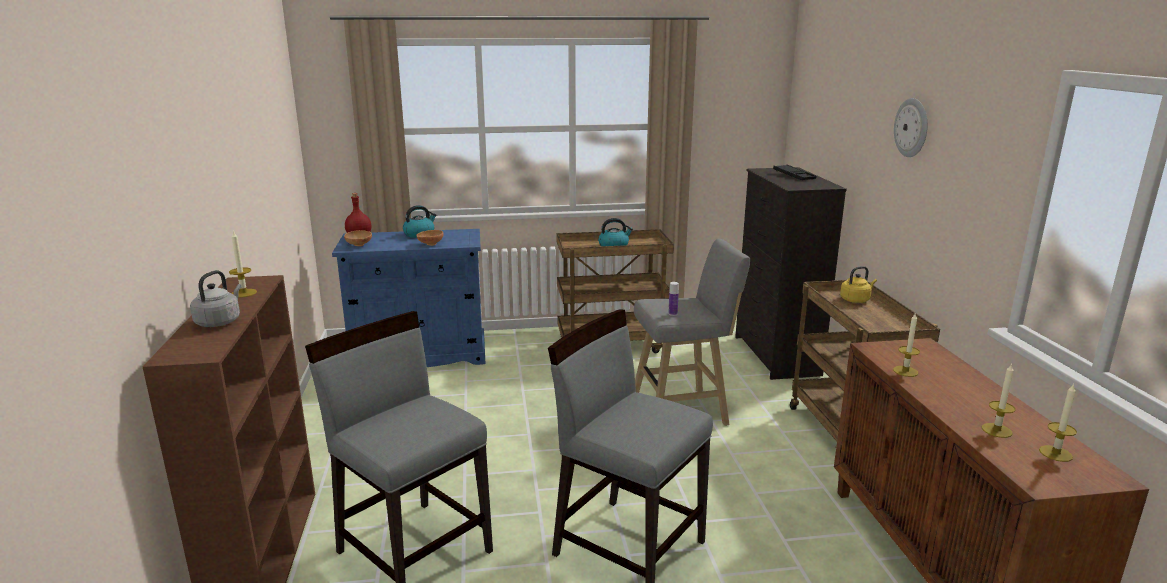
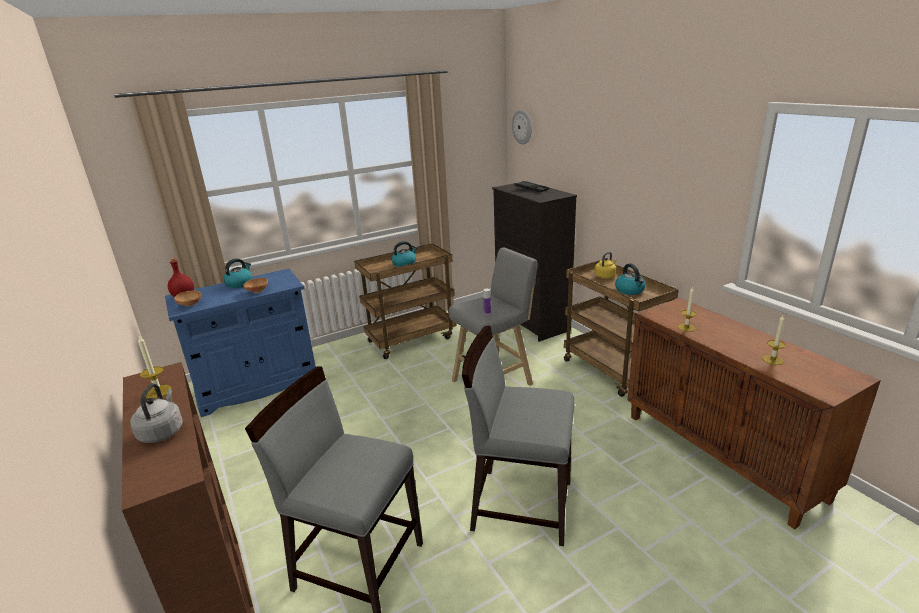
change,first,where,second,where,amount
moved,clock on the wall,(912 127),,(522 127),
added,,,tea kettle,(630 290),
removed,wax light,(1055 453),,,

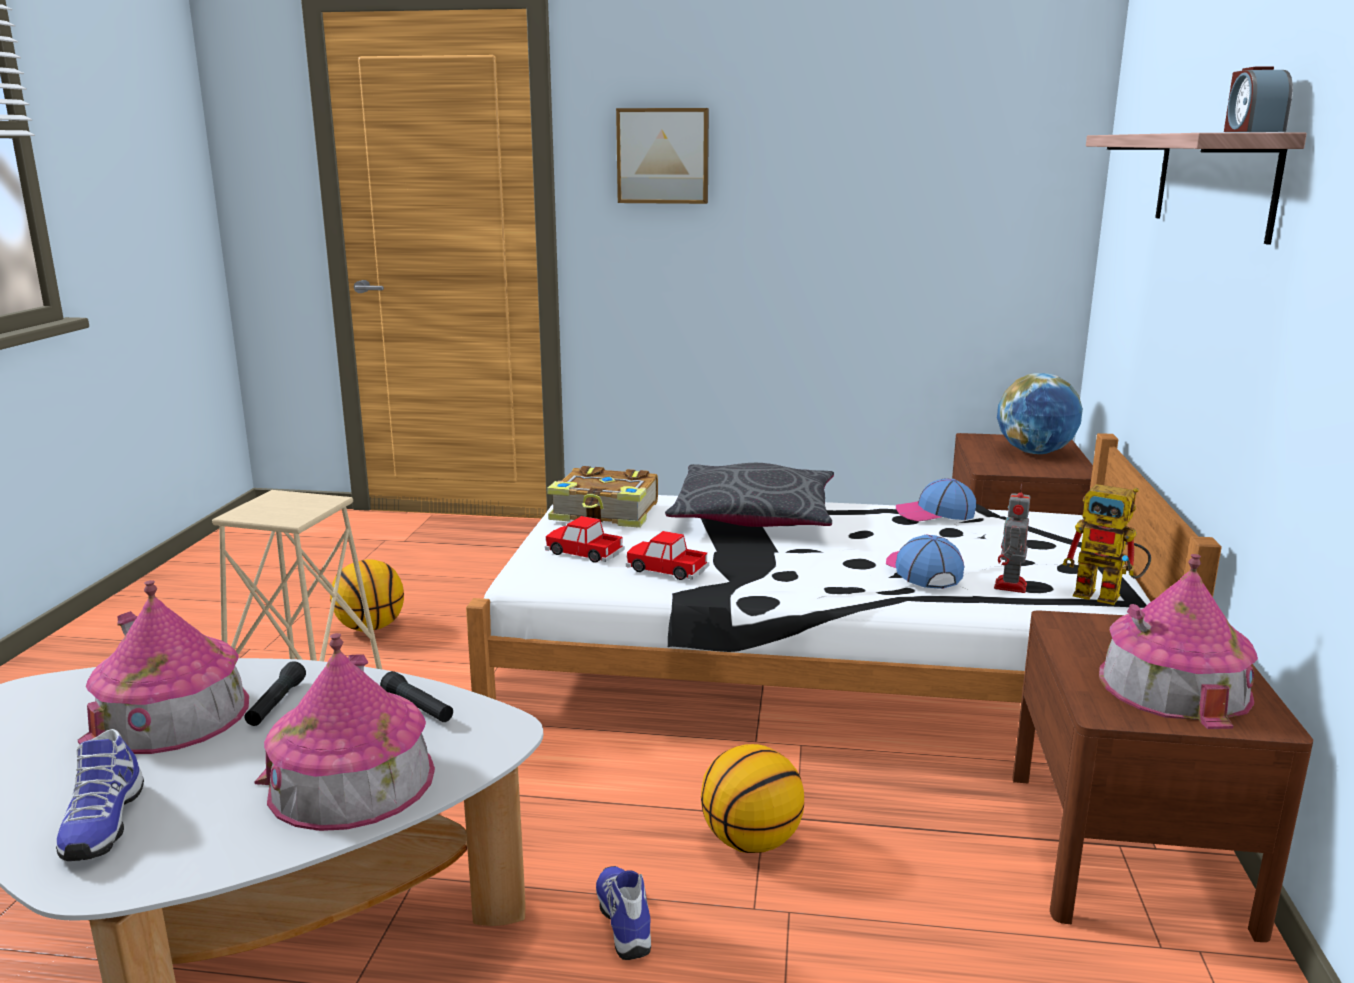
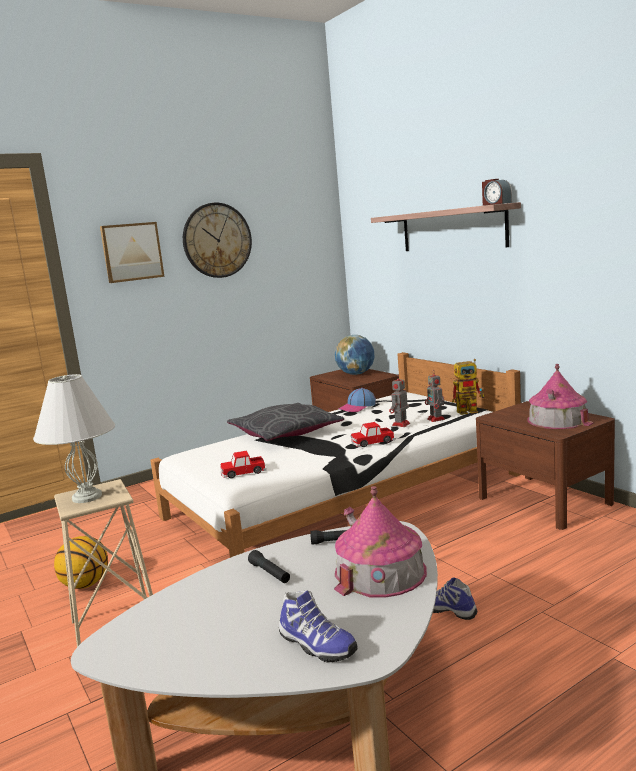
change,first,where,second,where,amount
added,,,tabletop lamp/white,(87 496),
added,,,clock on the wall,(217 240),
moved,miniature car,(666 569),,(372 442),
replaced,baseball cap,(922 571),robot figure,(400 424),
removed,miniature house,(171 714),,,
removed,bound book,(606 513),,,
removed,basketball,(750 841),,,

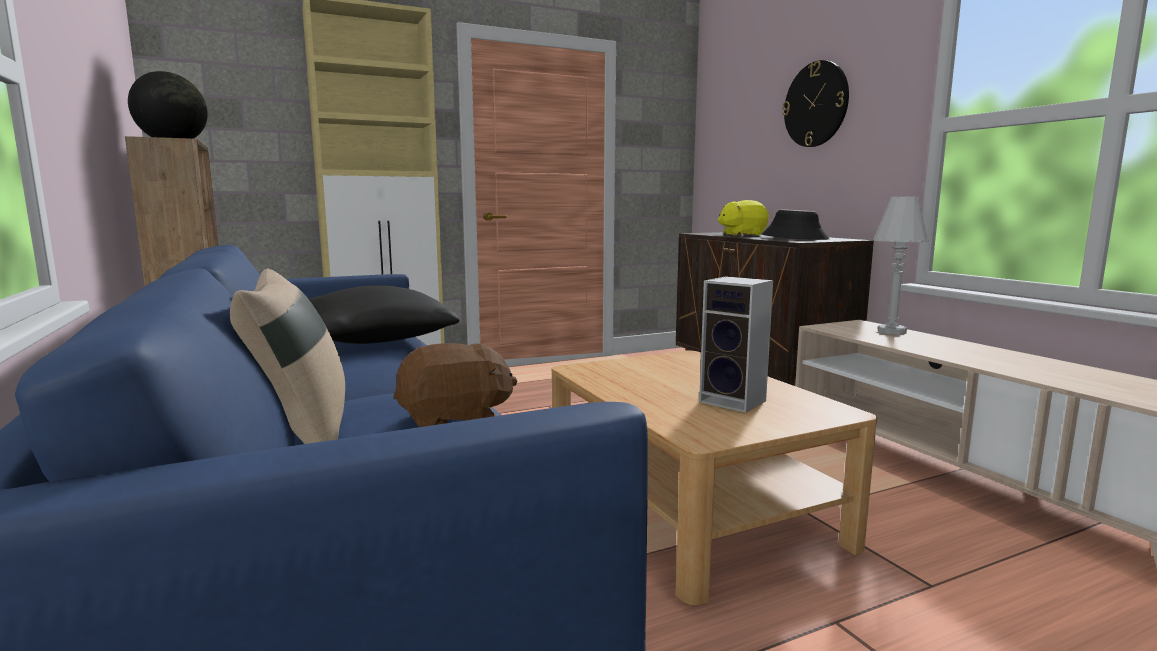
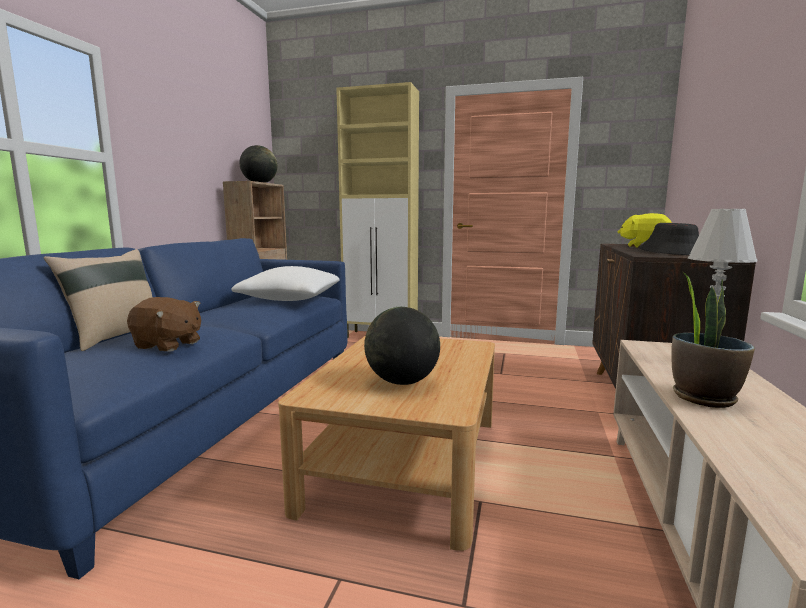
change,first,where,second,where,amount
recoloured,pillow/black,(375 339),pillow/white,(290 299),
replaced,speaker,(735 401),globe,(402 382),
added,,,potted plant,(703 397),
removed,clock on the wall,(816 104),,,

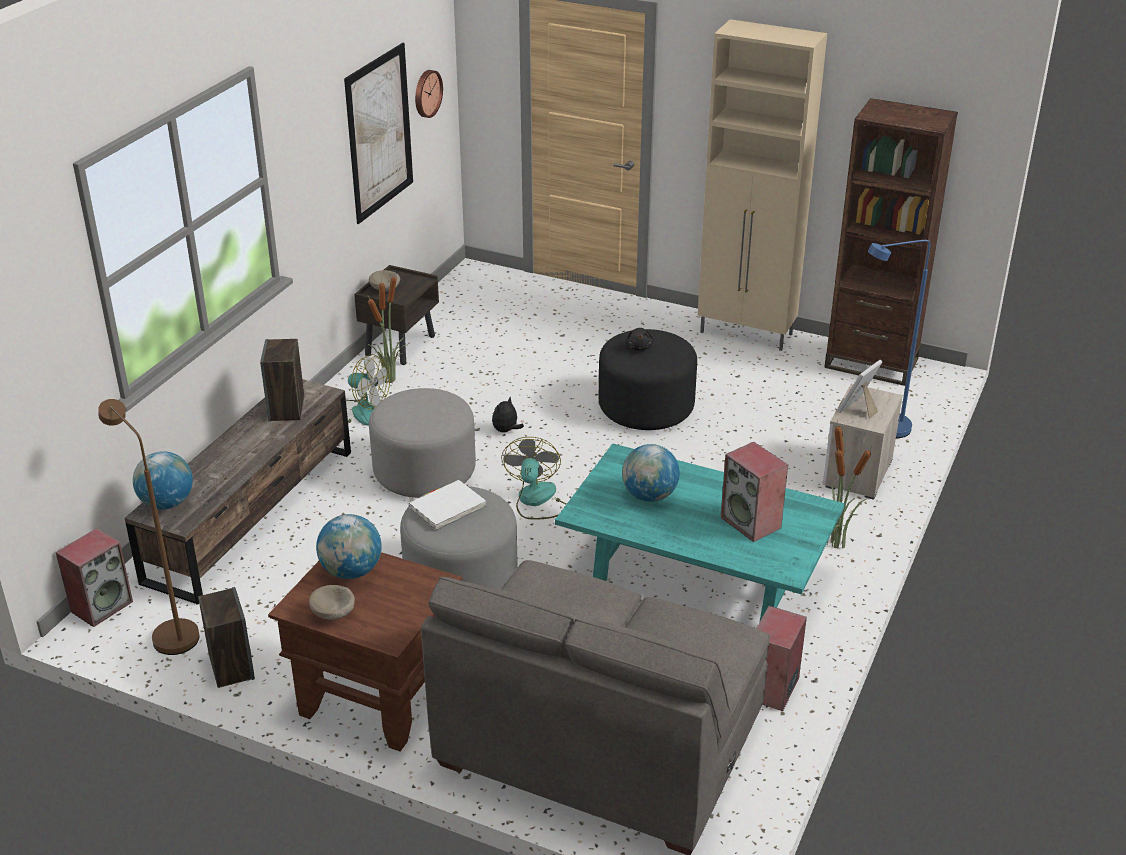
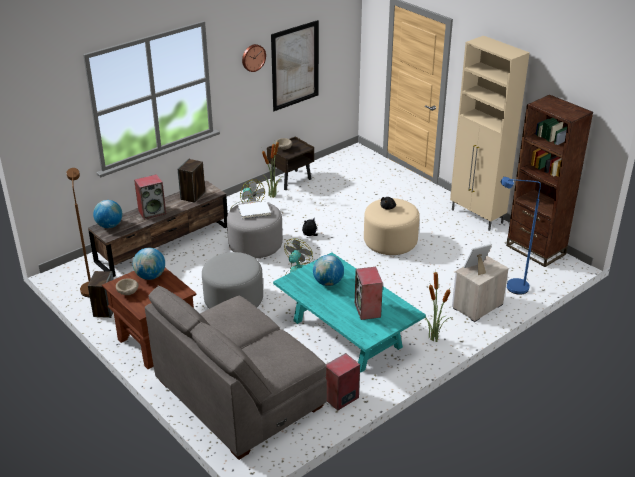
change,first,where,second,where,amount
moved,speaker,(102 606),,(152 212),
moved,bound book/white,(447 508),,(254 211),
moved,clock on the wall,(426 93),,(253 57),
recoloured,footrest/black,(646 407),footrest/beige-coloured,(390 242),

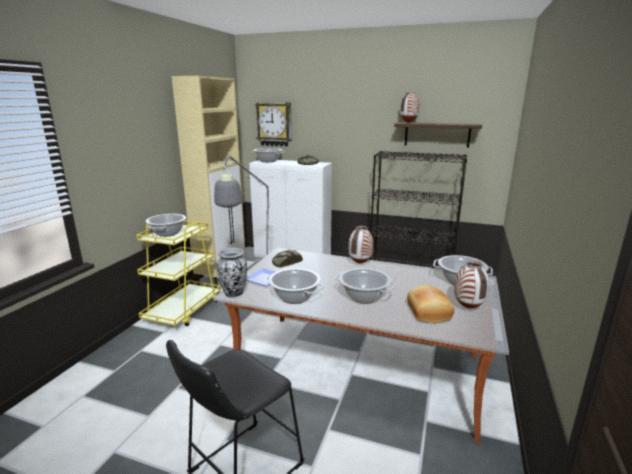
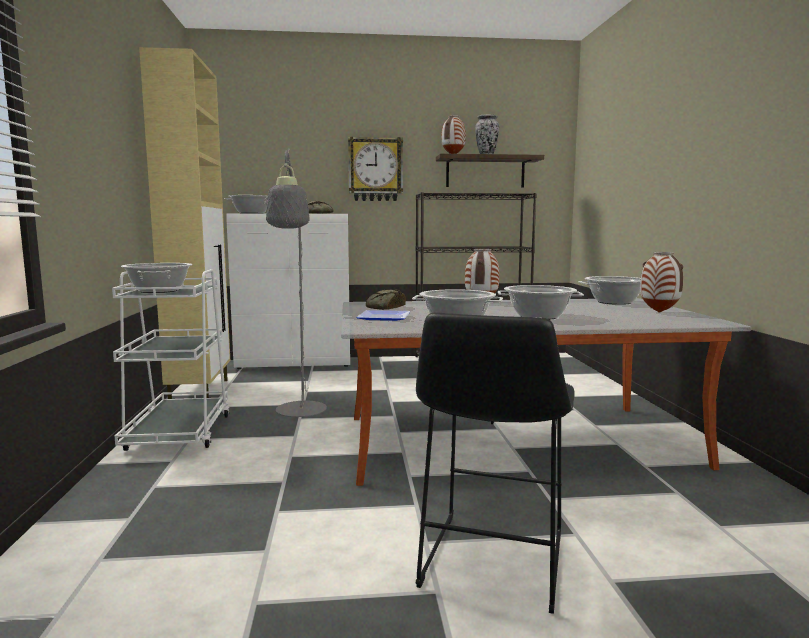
change,first,where,second,where,amount
recoloured,wheeled cart/yellow-coloured,(184 310),wheeled cart/white,(179 433),
moved,clock on the wall,(274 124),,(375 169),
moved,vase,(234 293),,(486 155),
removed,baked bread,(427 312),,,

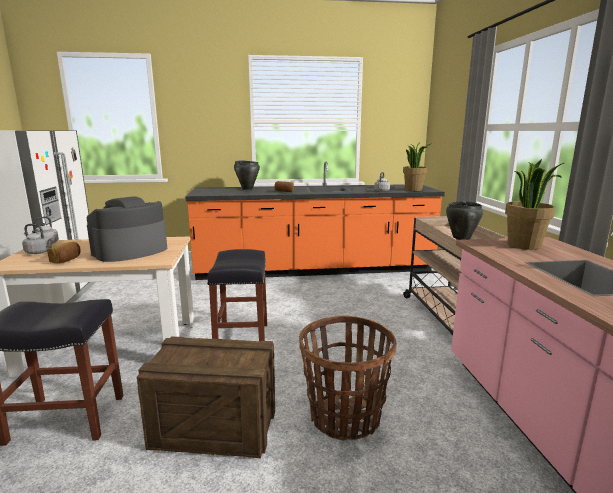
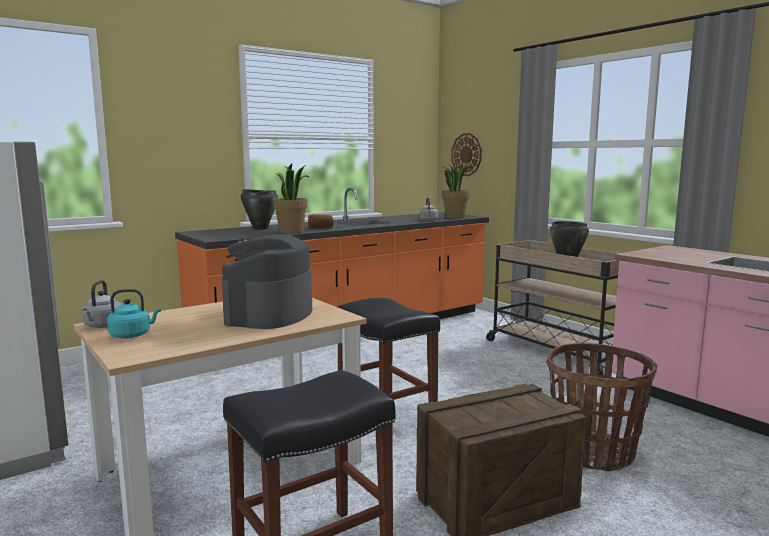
change,first,where,second,where,amount
recoloured,tea kettle/gray,(40 252),tea kettle/turquoise,(132 335),
moved,potted plant,(524 245),,(292 232),
added,,,clock on the wall,(466 154),
removed,baked bread,(66 260),,,

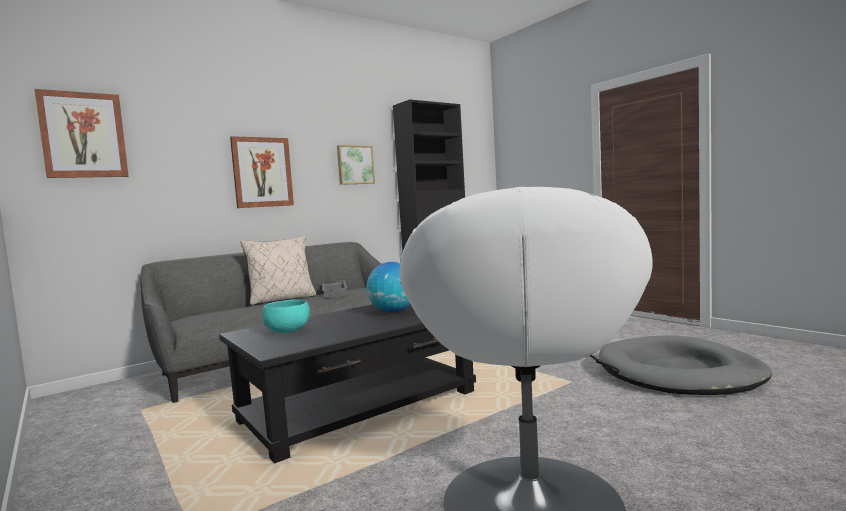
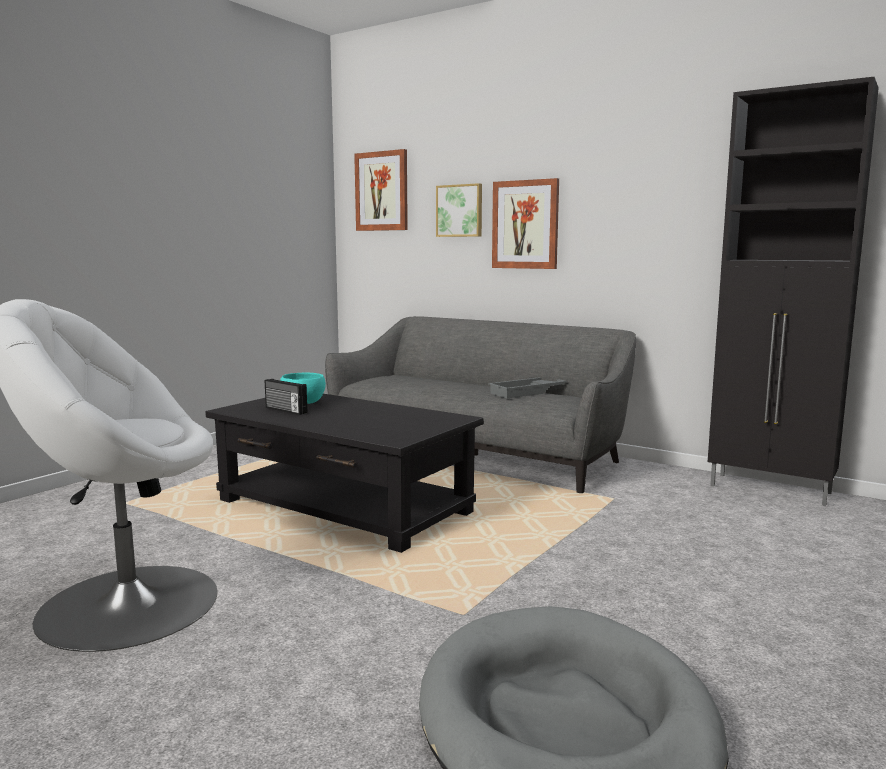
change,first,where,second,where,amount
added,,,radio,(285 410),
moved,picture,(355 165),,(460 211),
removed,pillow/beige-coloured,(282 299),,,
removed,globe,(393 311),,,

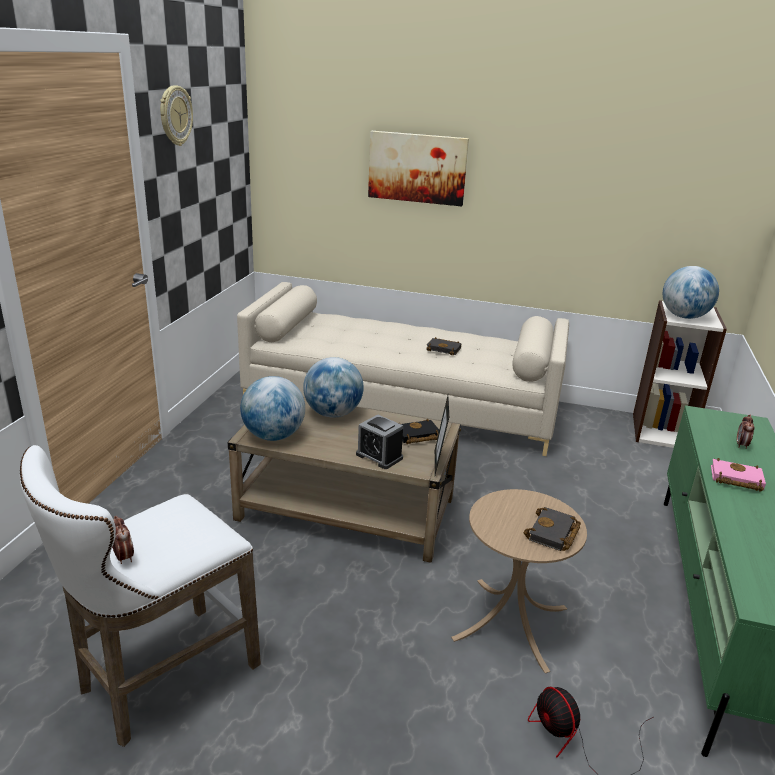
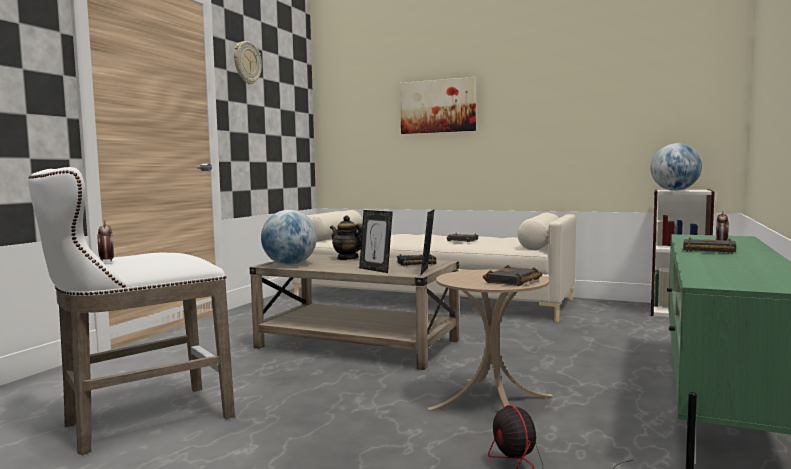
change,first,where,second,where,amount
replaced,globe,(333 414),tea pot,(347 258),
replaced,alarm clock,(379 456),standing frame,(376 270),
recoloured,bound book/pink-coloured,(734 479),bound book/black,(707 250),

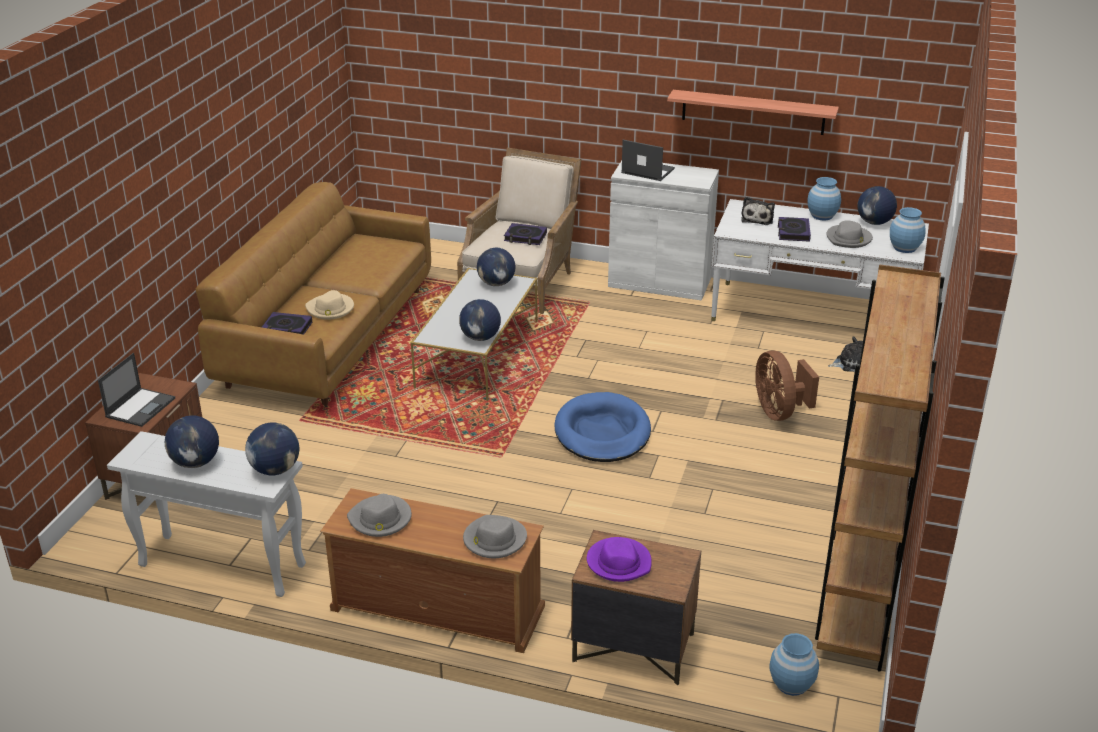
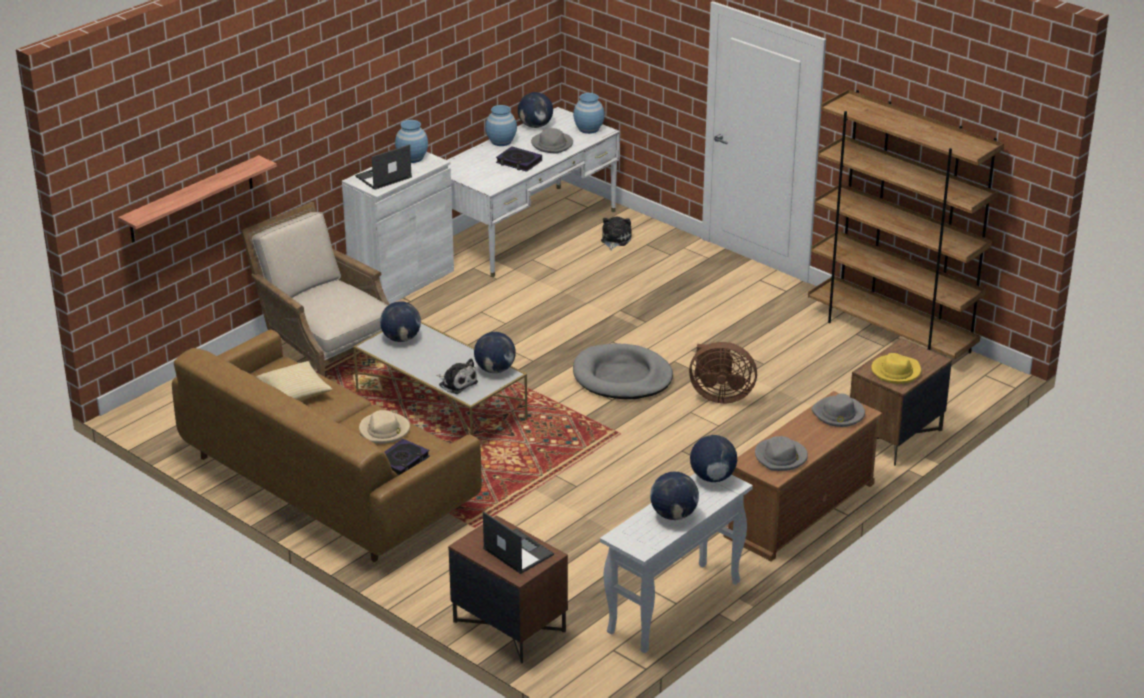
change,first,where,second,where,amount
moved,wall shelf,(753 112),,(191 199),
added,,,pillow,(295 393),
moved,vase/blue-coloured,(791 684),,(412 158),
moved,soft toy,(757 219),,(456 383),
recoloured,pet bed/blue-coloured,(602 432),pet bed/gray,(622 377),
moved,fan/brown-coloured,(779 412),,(720 396),
recoloured,wearable hat/purplish,(619 562),wearable hat/yellow-coloured,(895 371),
removed,bound book,(525 237),,,

